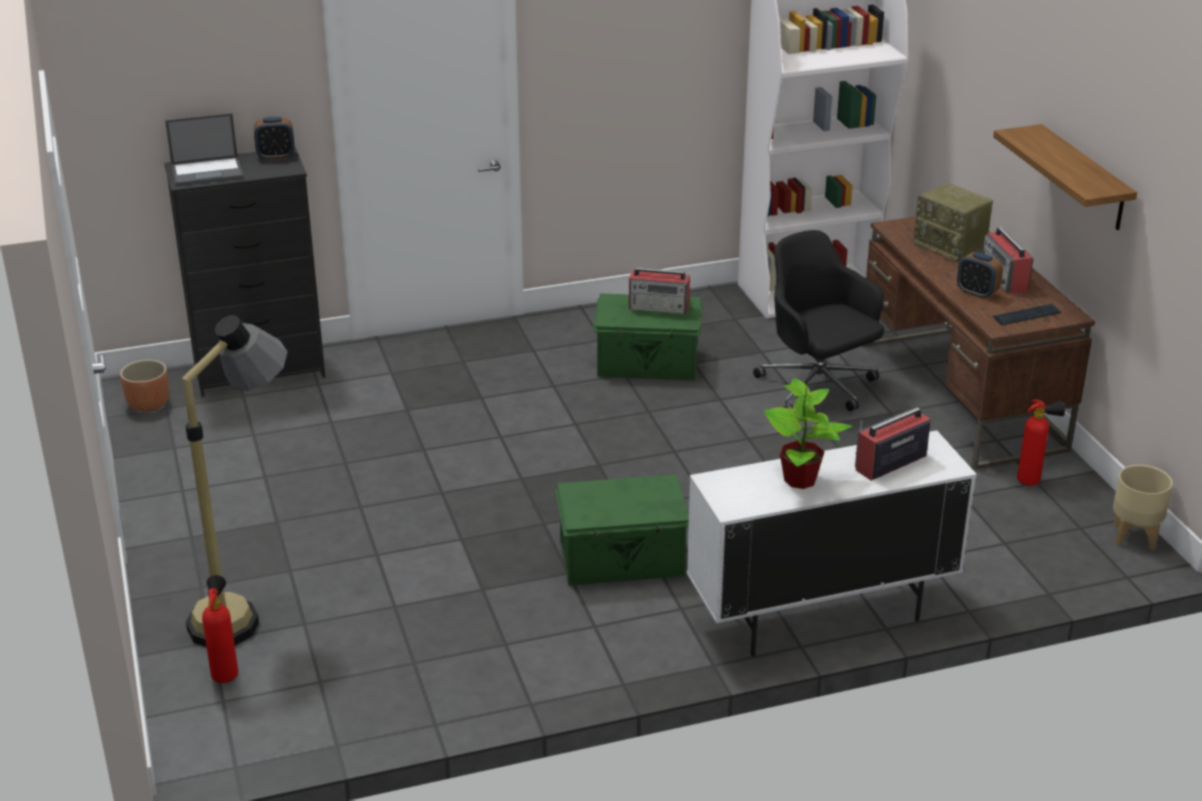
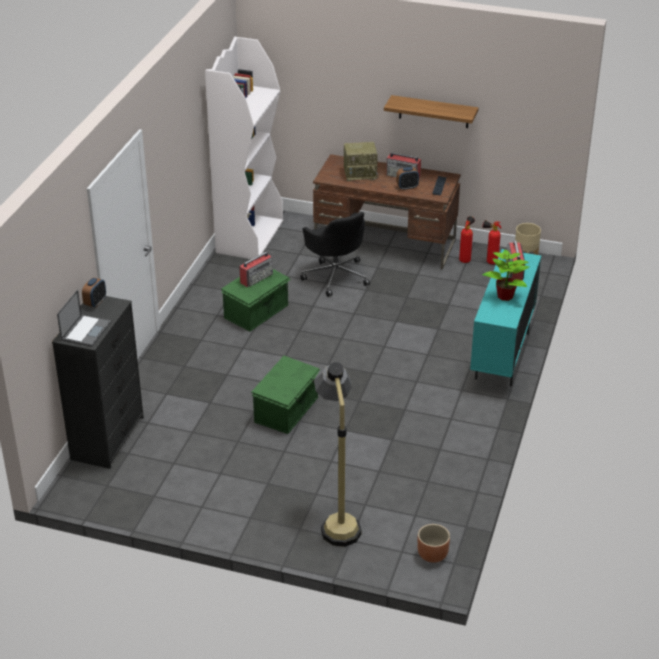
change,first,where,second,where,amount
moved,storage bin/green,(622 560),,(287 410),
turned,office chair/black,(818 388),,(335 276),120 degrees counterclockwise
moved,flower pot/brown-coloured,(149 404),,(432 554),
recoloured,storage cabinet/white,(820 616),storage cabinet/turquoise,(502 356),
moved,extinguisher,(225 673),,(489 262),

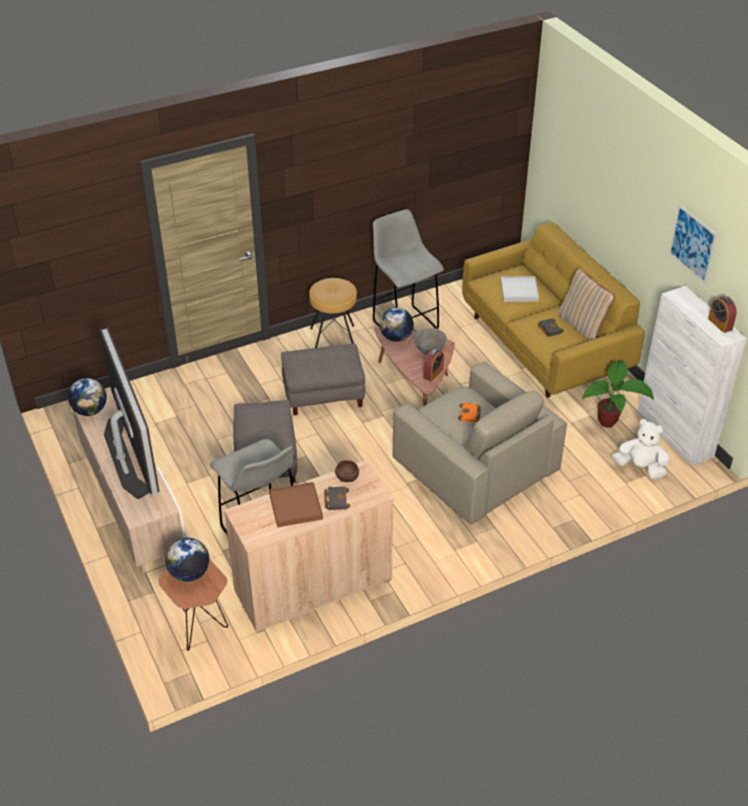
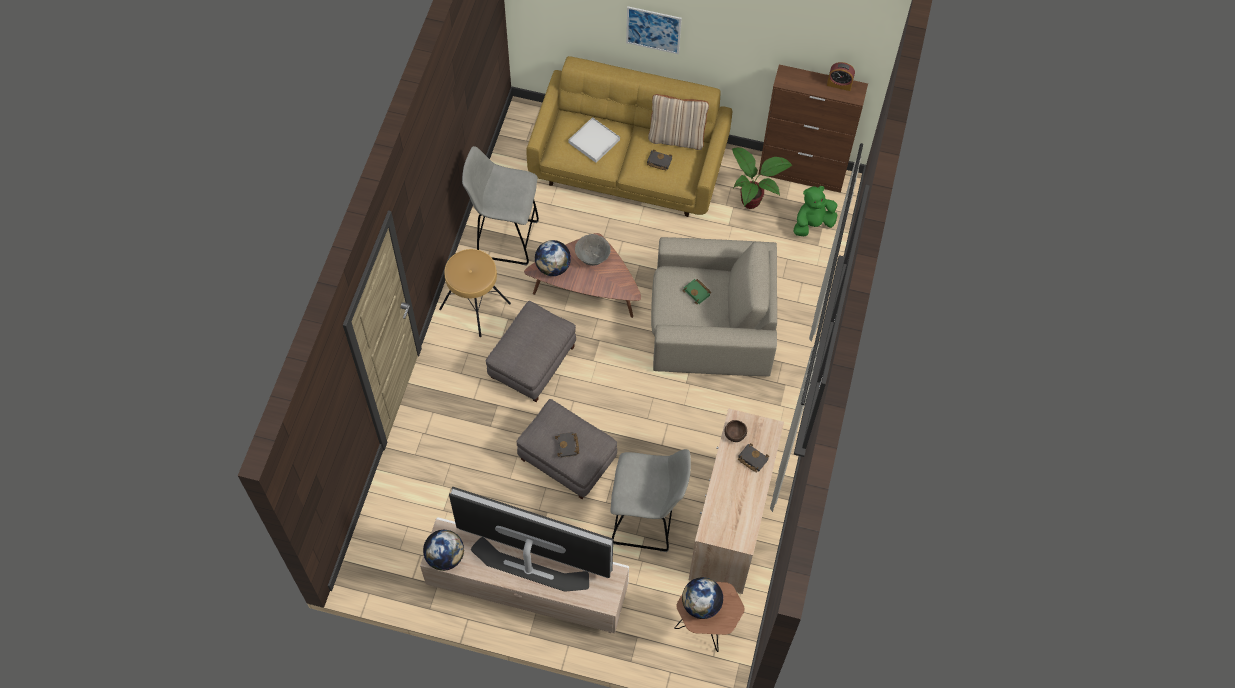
change,first,where,second,where,amount
added,,,bound book/black,(568 446),
moved,picture,(693 244),,(653 30),
recoloured,bound book/orange-coloured,(470 415),bound book/green,(697 292),
recoloured,storage cabinet/white,(675 434),storage cabinet/brown-coloured,(802 173),
recoloured,soft toy/white,(640 468),soft toy/green,(812 224),
removed,tray/brown-coloured,(295 506),,,
removed,alarm clock,(433 373),,,

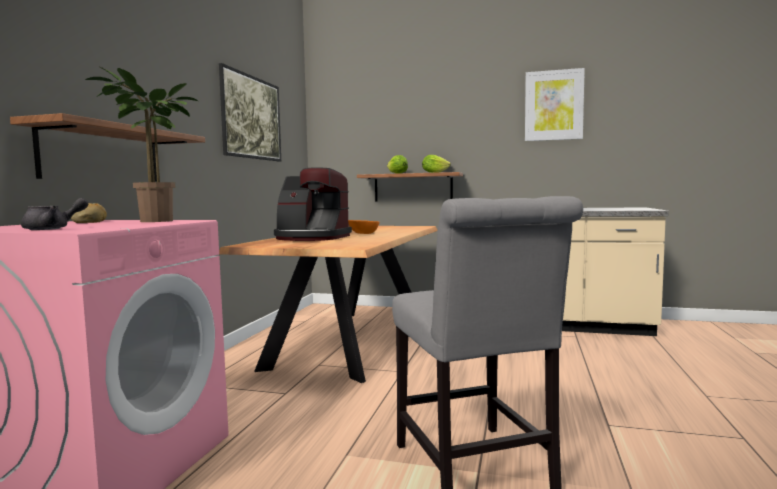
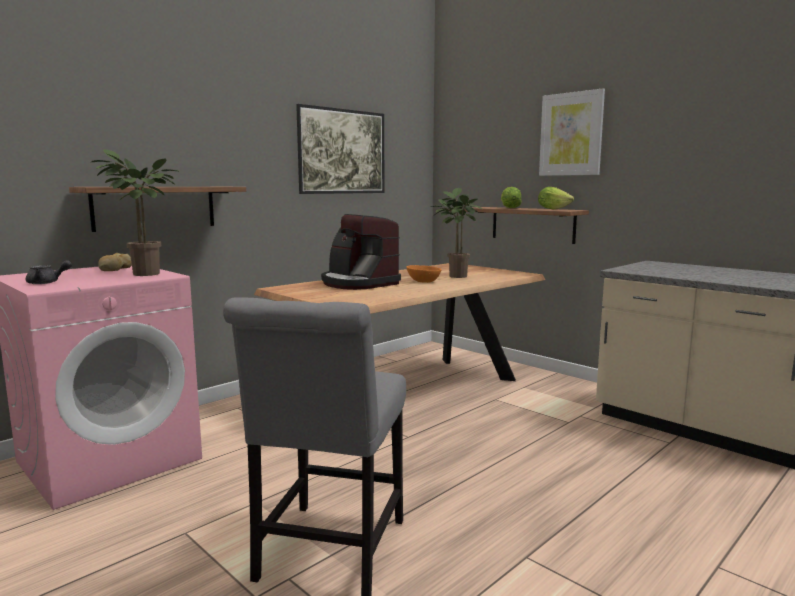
change,first,where,second,where,amount
added,,,potted plant,(455 276),
moved,picture,(553 105),,(571 134),

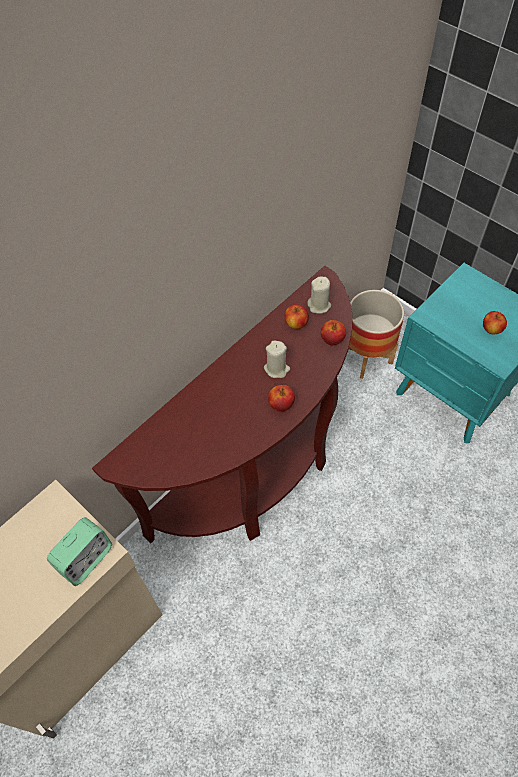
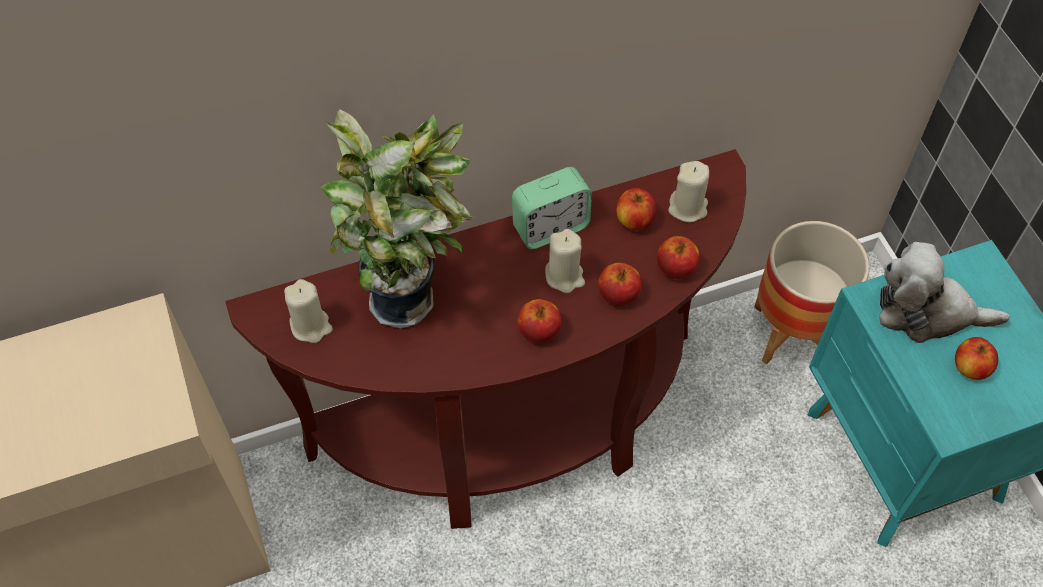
change,first,where,second,where,amount
added,,,wax light/beige-coloured,(311 326),
added,,,potted plant,(409 297),
moved,alarm clock,(86 559),,(550 227),
added,,,apple fruit,(618 295),
added,,,soft toy,(927 311),

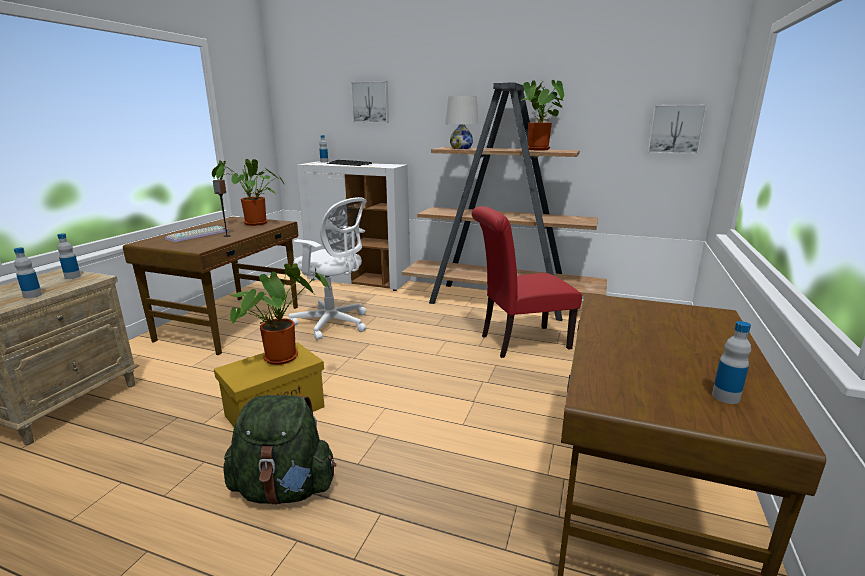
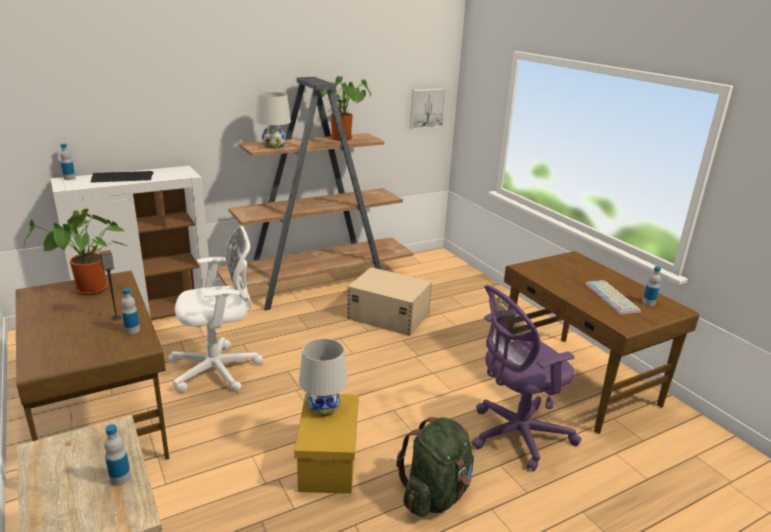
change,first,where,second,where,amount
moved,bottle,(72 277),,(132 330),
replaced,potted plant,(283 356),tabletop lamp/white,(323 408),
replaced,plain chair/red-coloured,(519 342),storage bin/beige-coloured,(388 315),
added,,,office chair/purplish,(515 435),
moved,keyboard,(198 235),,(613 298),
removed,picture,(371 102),,,

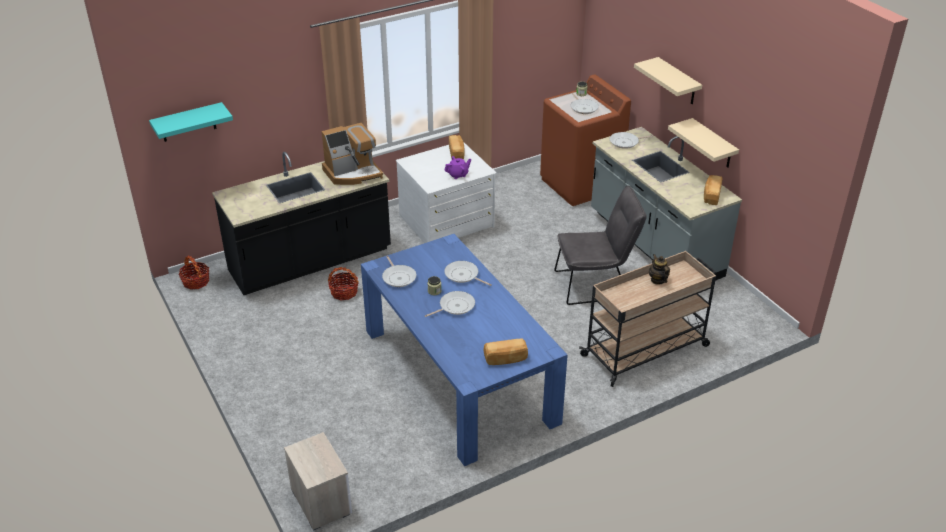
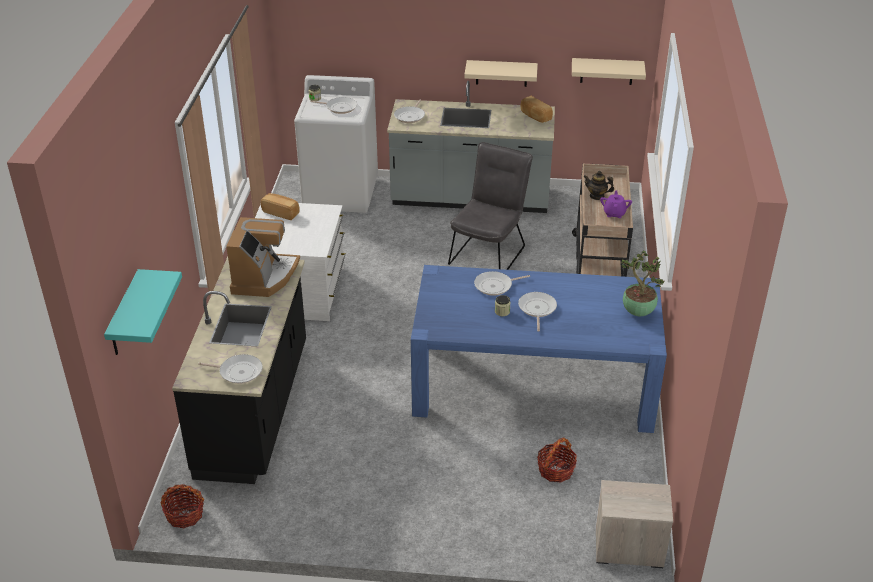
change,first,where,second,where,amount
moved,frying pan,(398 277),,(238 372),
recoloured,washing machine/brown-coloured,(581 184),washing machine/white,(341 193),
moved,basket,(344 292),,(555 470),
moved,wall shelf/beige-coloured,(678 82),,(606 71),
moved,tea pot/purplish,(458 175),,(614 213),
replaced,baked bread,(505 359),potted plant,(637 312),

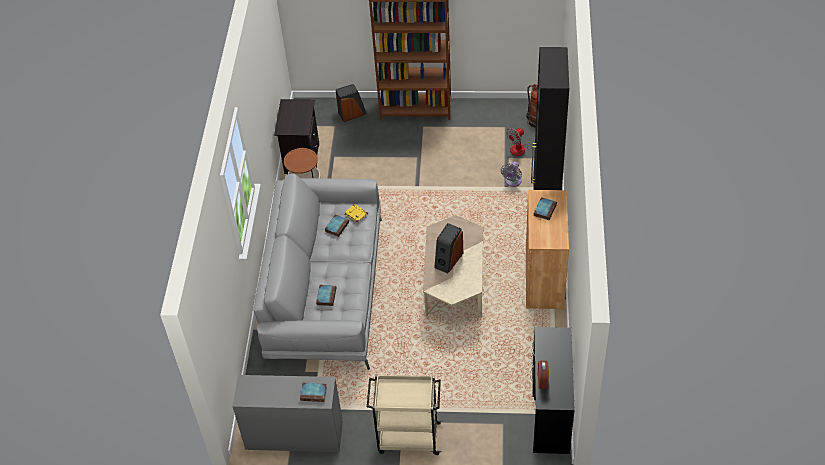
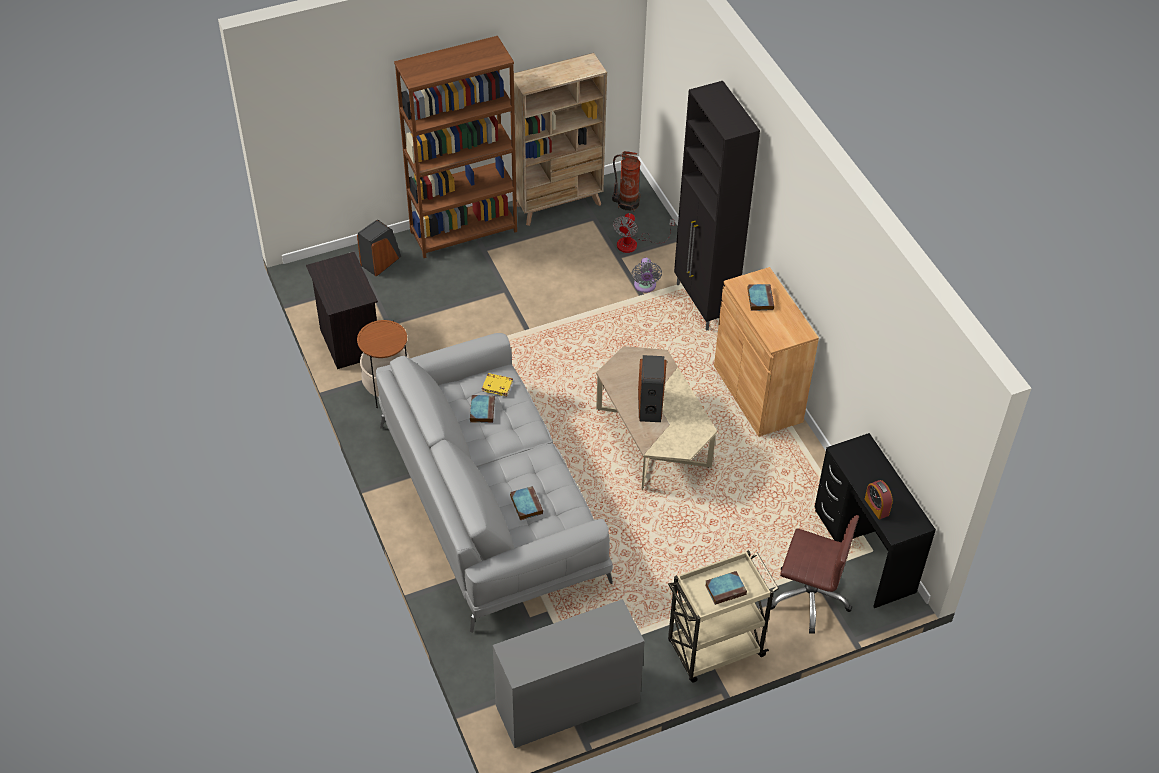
change,first,where,second,where,amount
added,,,bookcase/beige-coloured,(558 204),
moved,bound book,(314 393),,(726 589),
added,,,office chair/brown-coloured,(809 597),

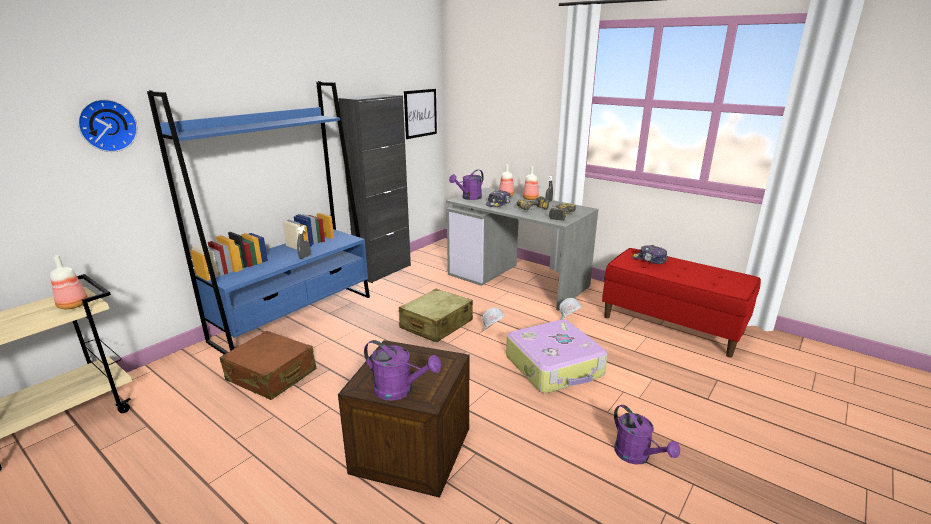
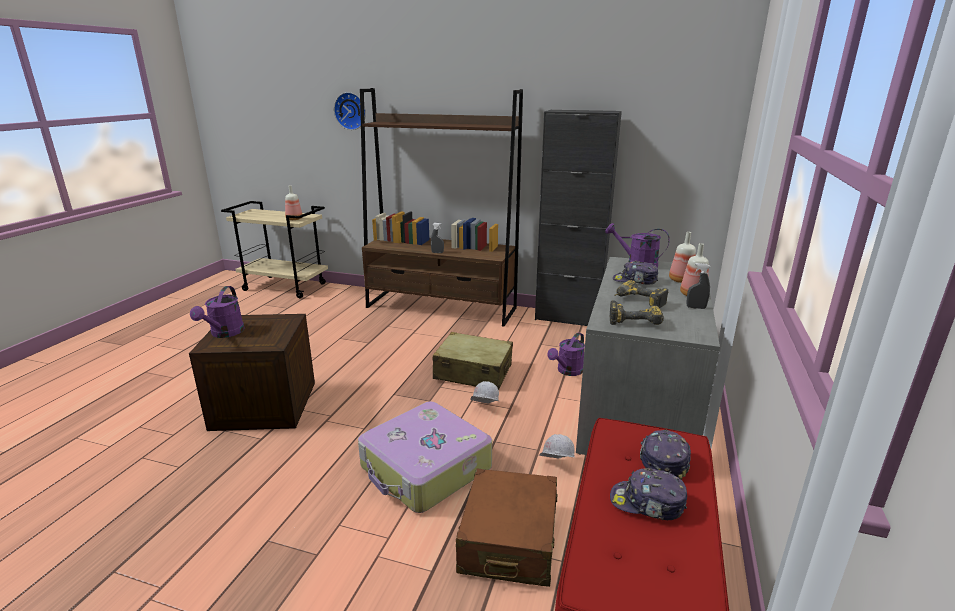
change,first,where,second,where,amount
recoloured,bookcase/blue-coloured,(295 317),bookcase/brown-coloured,(441 308),
moved,piece of luggage/brown-coloured,(271 375),,(509 540),
moved,watering pot/purplish,(637 456),,(567 371),
added,,,baseball cap,(647 503),
removed,picture,(420 113),,,

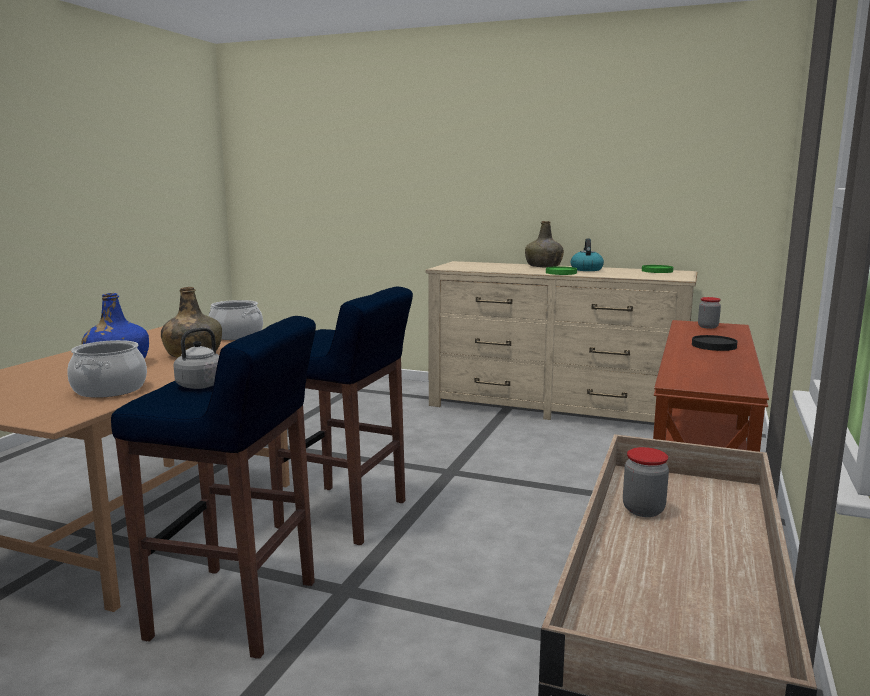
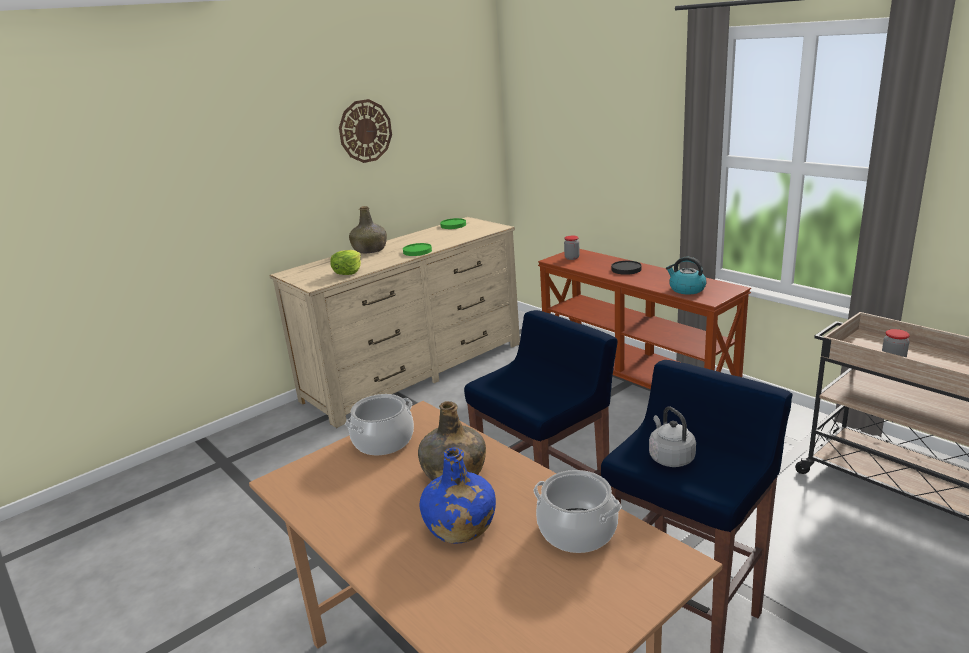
change,first,where,second,where,amount
added,,,lettuce,(348 272),
added,,,clock on the wall,(365 131),
moved,tea kettle,(586 269),,(686 289),

